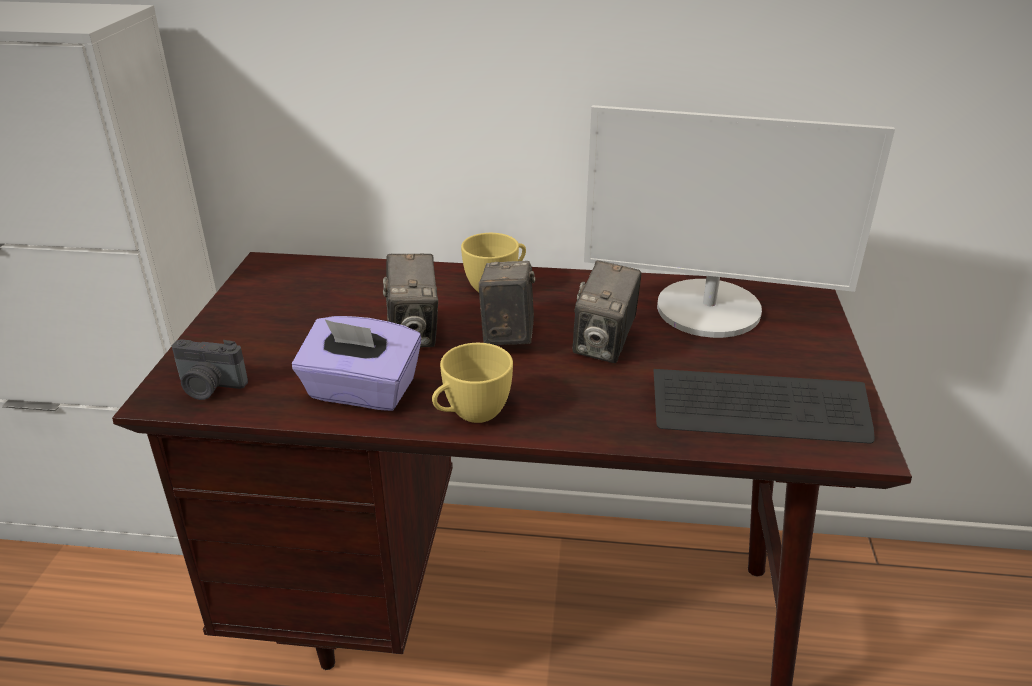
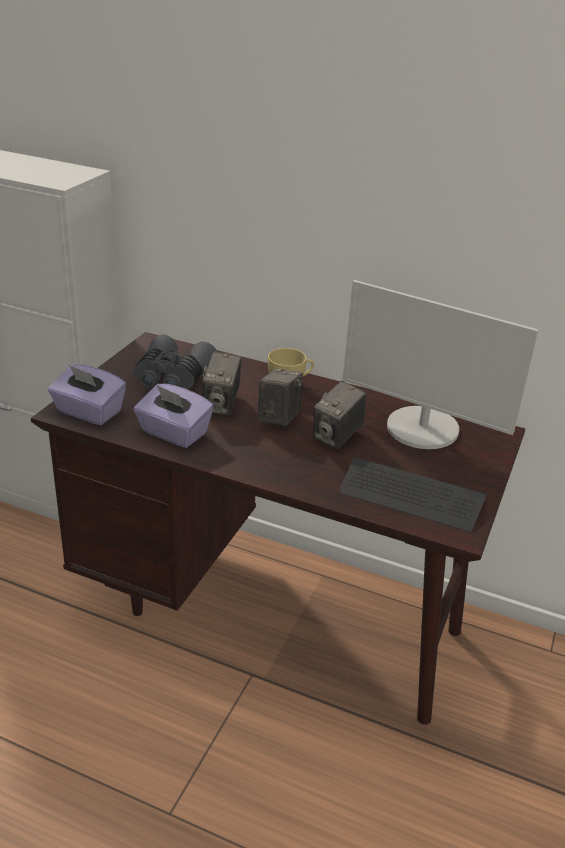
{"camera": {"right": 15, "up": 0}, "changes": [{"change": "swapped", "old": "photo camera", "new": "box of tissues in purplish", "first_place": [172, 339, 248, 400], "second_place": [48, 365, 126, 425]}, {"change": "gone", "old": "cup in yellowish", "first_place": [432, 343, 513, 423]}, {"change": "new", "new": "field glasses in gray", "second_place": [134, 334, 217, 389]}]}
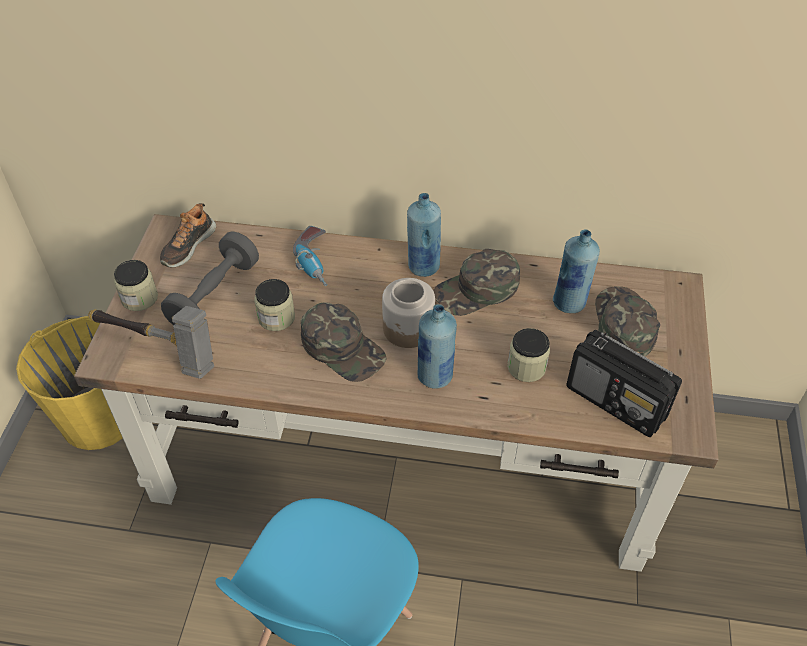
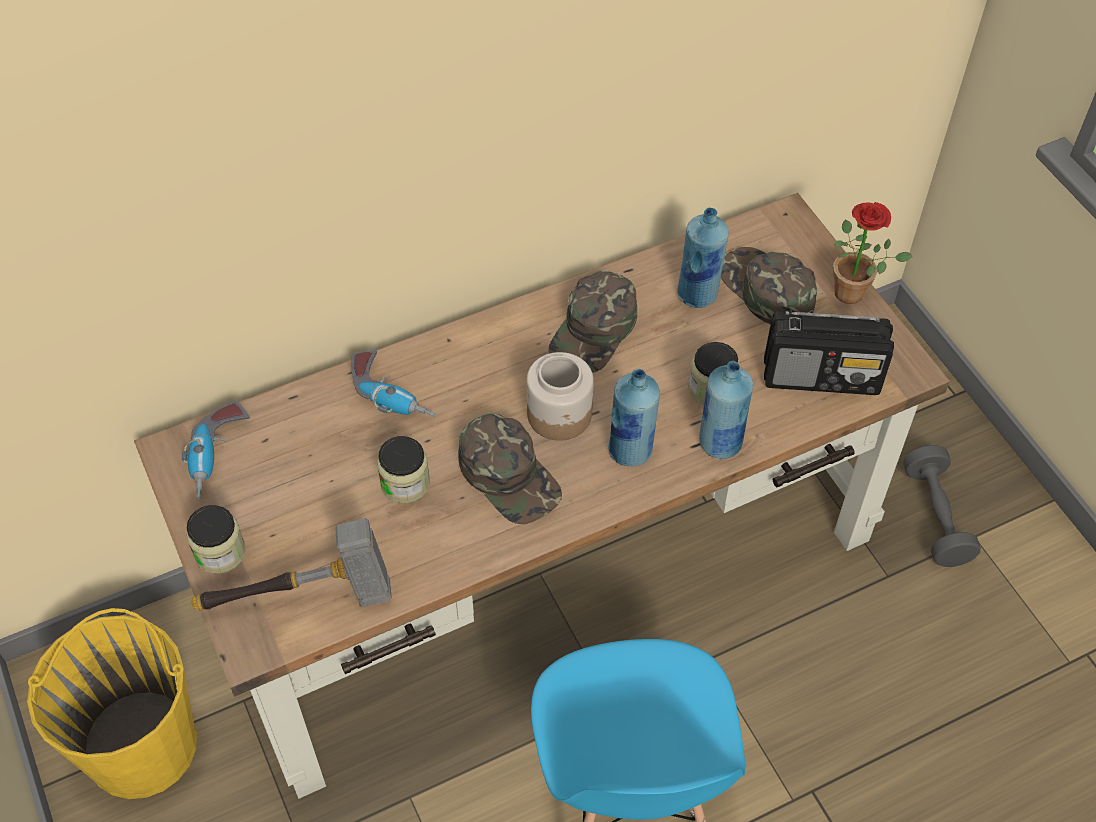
{"camera": {"right": -35, "up": 5}, "changes": [{"change": "shifted", "old": "beverage bottle in bluish", "first_place": [407, 193, 441, 277], "second_place": [699, 361, 753, 459]}, {"change": "swapped", "old": "shoe", "new": "electric drill", "first_place": [160, 203, 216, 267], "second_place": [182, 401, 250, 499]}, {"change": "shifted", "old": "hand weight in gray", "first_place": [161, 231, 259, 325], "second_place": [903, 445, 981, 567]}, {"change": "rotated", "old": "baseball cap in greenish", "first_place": [301, 302, 387, 382], "second_place": [458, 414, 562, 524], "degrees": 45}, {"change": "new", "new": "potted plant", "second_place": [833, 202, 913, 304]}]}
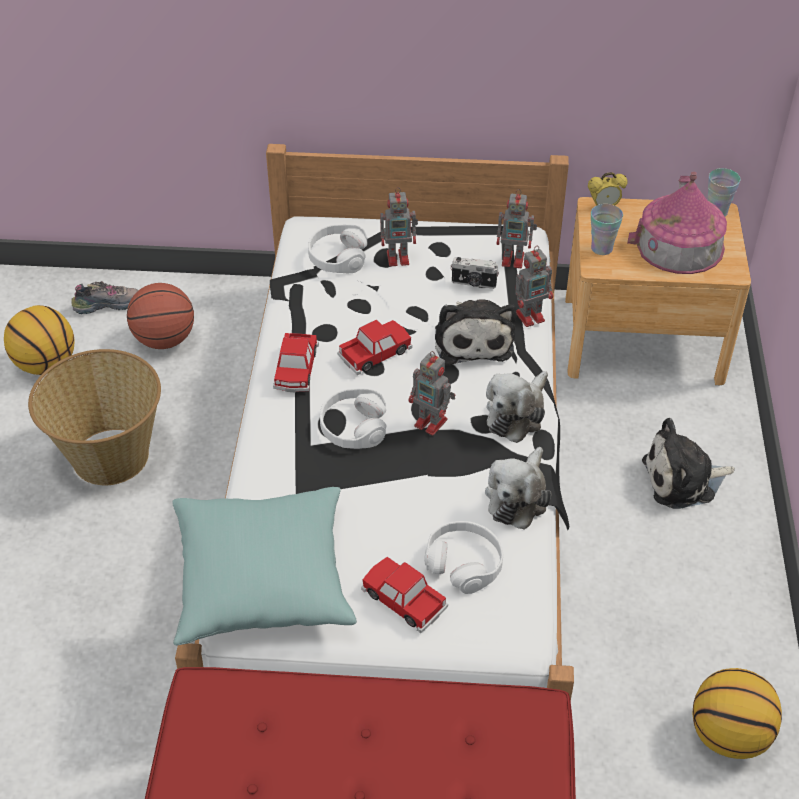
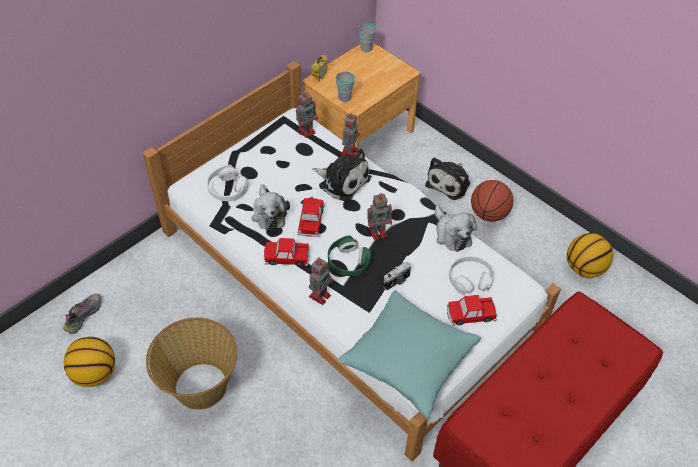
{"camera": {"right": -50, "up": 5}, "changes": [{"change": "gone", "old": "model house", "first_place": [627, 172, 727, 274]}, {"change": "shifted", "old": "toy robot", "first_place": [380, 187, 418, 266], "second_place": [309, 257, 333, 305]}, {"change": "shifted", "old": "photo camera", "first_place": [451, 257, 499, 289], "second_place": [383, 261, 411, 290]}, {"change": "shifted", "old": "basketball ball", "first_place": [127, 283, 194, 349], "second_place": [471, 180, 514, 222]}, {"change": "rotated", "old": "toy car", "first_place": [273, 333, 319, 393], "second_place": [264, 238, 310, 266], "degrees": 135}, {"change": "shifted", "old": "cuddly toy", "first_place": [486, 371, 548, 443], "second_place": [251, 184, 290, 231]}, {"change": "repainted", "old": "headphones in white-coloured", "new": "headphones in greenish", "first_place": [320, 388, 386, 449], "second_place": [328, 235, 372, 276]}]}
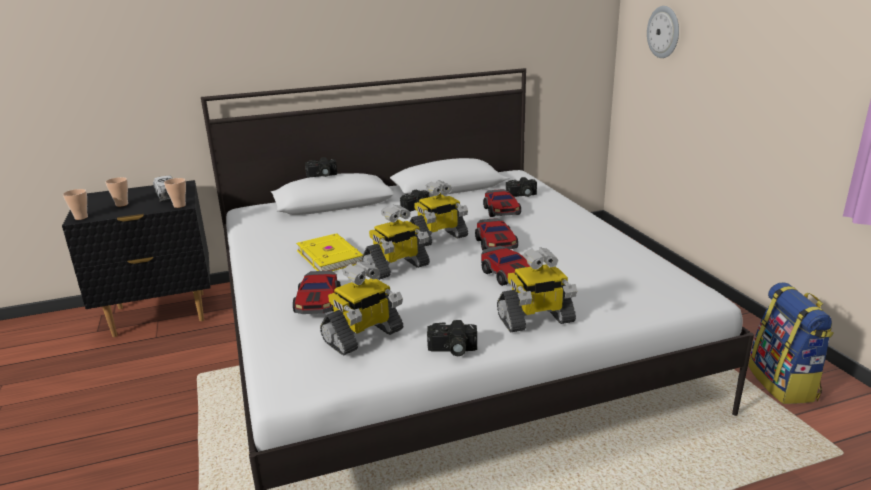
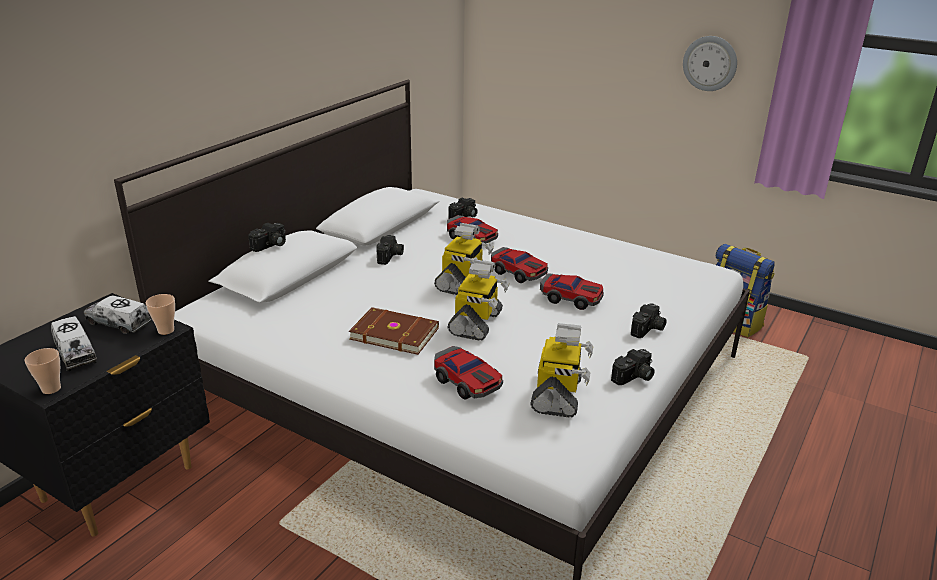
{"camera": {"right": -40, "up": 5}, "changes": [{"change": "shifted", "old": "clock on the wall", "first_place": [647, 6, 679, 58], "second_place": [683, 36, 737, 91]}, {"change": "swapped", "old": "cup", "new": "model truck", "first_place": [105, 177, 128, 207], "second_place": [51, 316, 97, 371]}, {"change": "repainted", "old": "book in yellowish", "new": "book in brown", "first_place": [296, 233, 363, 271], "second_place": [349, 307, 439, 355]}, {"change": "swapped", "old": "toy robot", "new": "photo camera", "first_place": [497, 247, 577, 332], "second_place": [631, 303, 667, 338]}]}
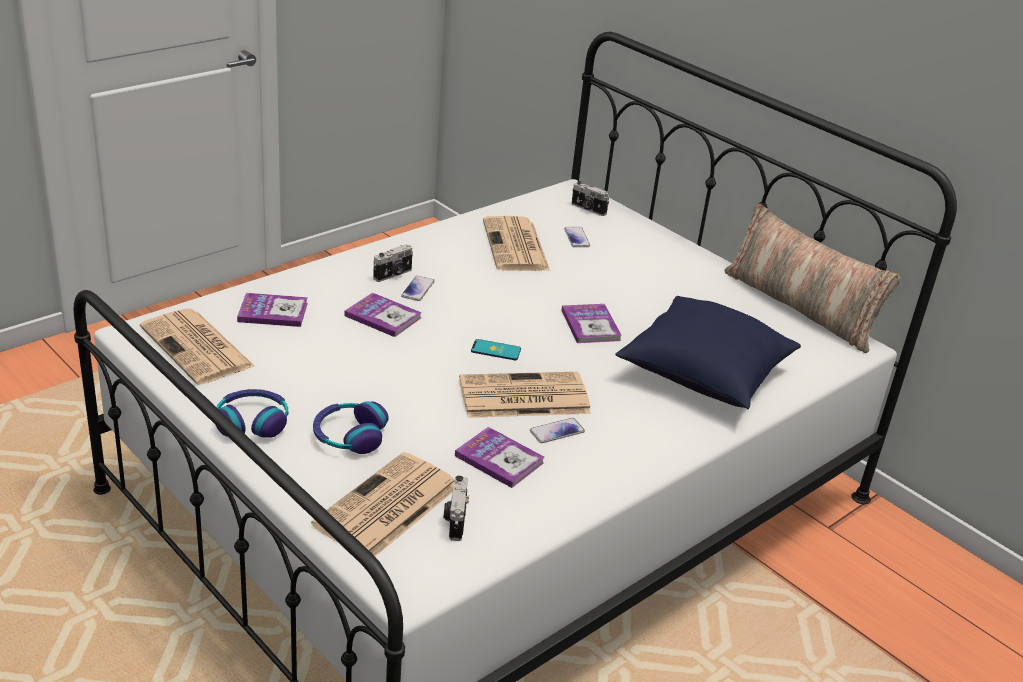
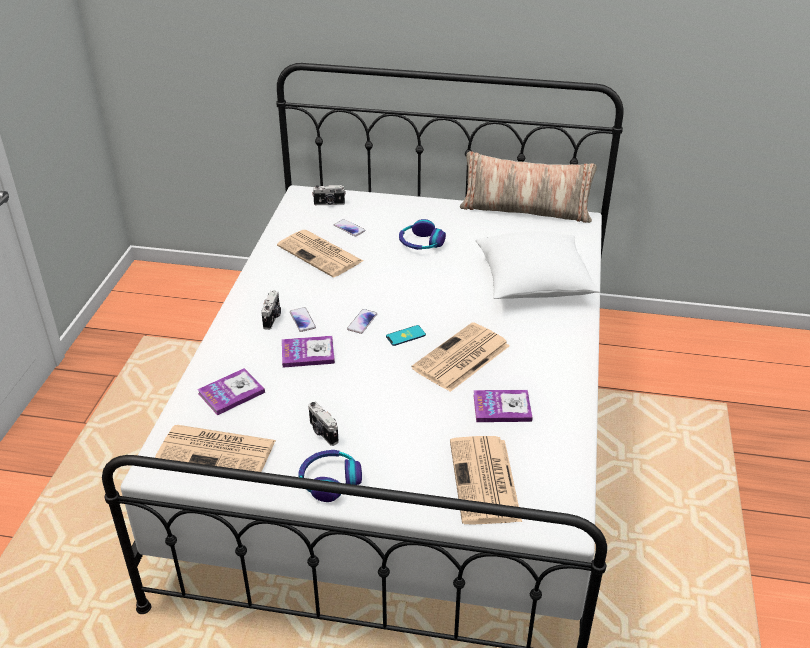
{"camera": {"right": -35, "up": 5}, "changes": [{"change": "repainted", "old": "throw pillow in bluish", "new": "throw pillow in white-coloured", "first_place": [615, 296, 801, 409], "second_place": [475, 231, 600, 299]}, {"change": "gone", "old": "book", "first_place": [561, 304, 622, 343]}, {"change": "shifted", "old": "headphones", "first_place": [313, 402, 389, 454], "second_place": [399, 219, 446, 250]}, {"change": "shifted", "old": "telephone", "first_place": [530, 418, 585, 443], "second_place": [347, 309, 377, 334]}, {"change": "shifted", "old": "photo camera", "first_place": [444, 475, 469, 541], "second_place": [308, 402, 339, 446]}]}
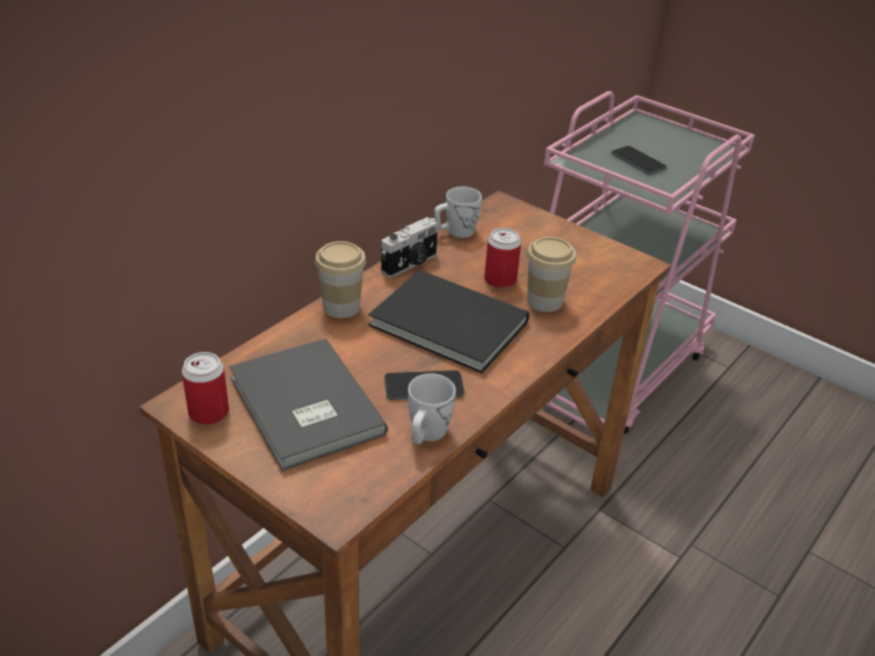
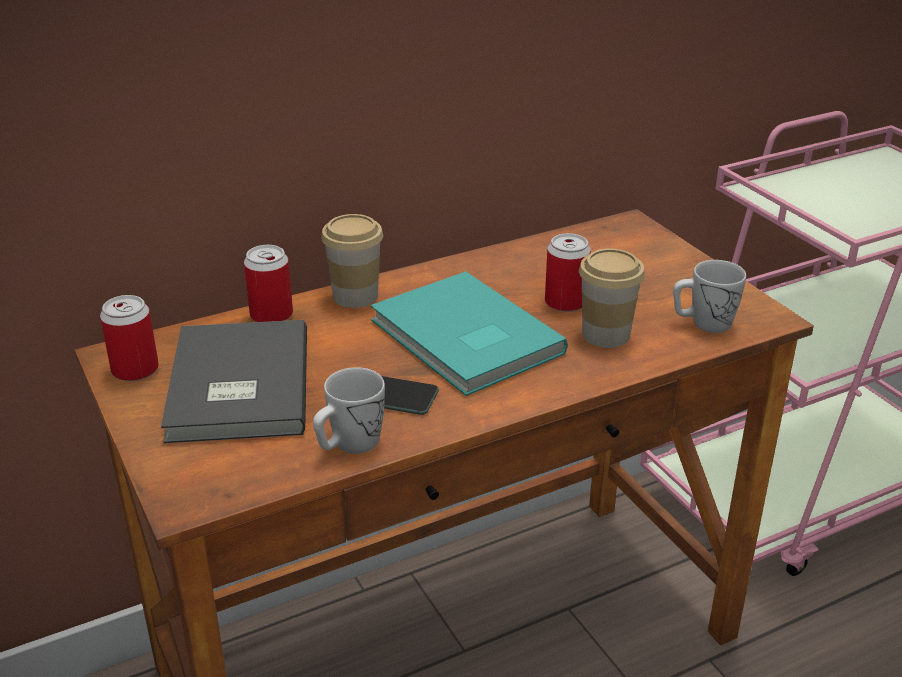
{"camera": {"right": 25, "up": -5}, "changes": [{"change": "gone", "old": "telephone", "first_place": [611, 146, 667, 175]}, {"change": "shifted", "old": "coffee mug in white-coloured", "first_place": [434, 187, 482, 238], "second_place": [673, 260, 746, 333]}, {"change": "gone", "old": "photo camera", "first_place": [381, 217, 438, 278]}, {"change": "repainted", "old": "book in black-coloured", "new": "book in turquoise", "first_place": [368, 270, 529, 373], "second_place": [370, 271, 568, 396]}, {"change": "new", "new": "metal can", "second_place": [244, 245, 293, 322]}]}
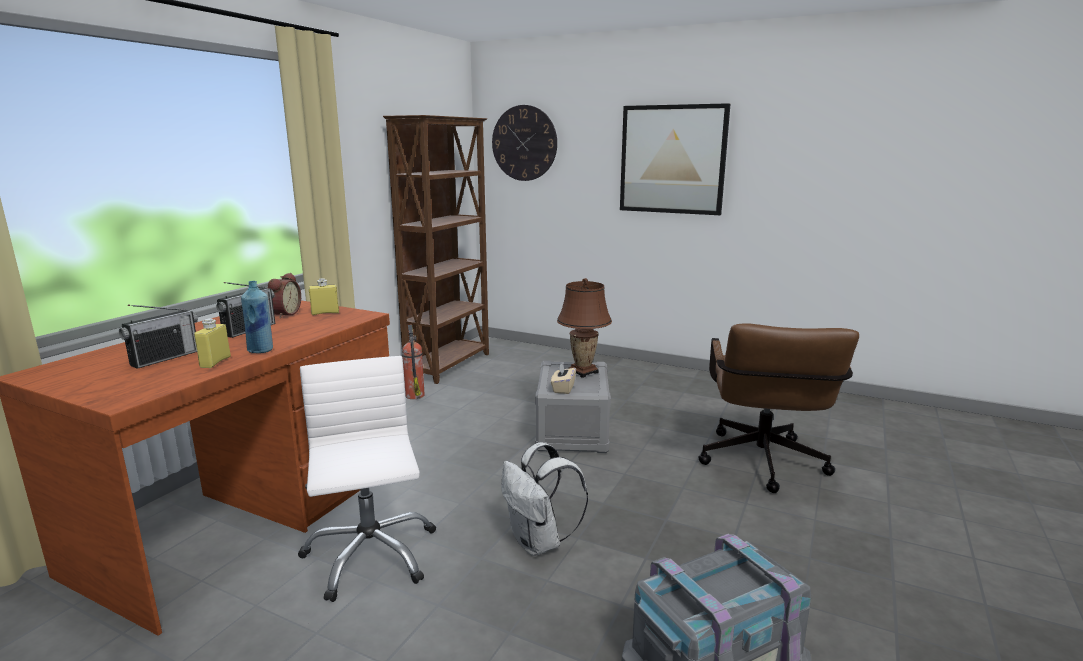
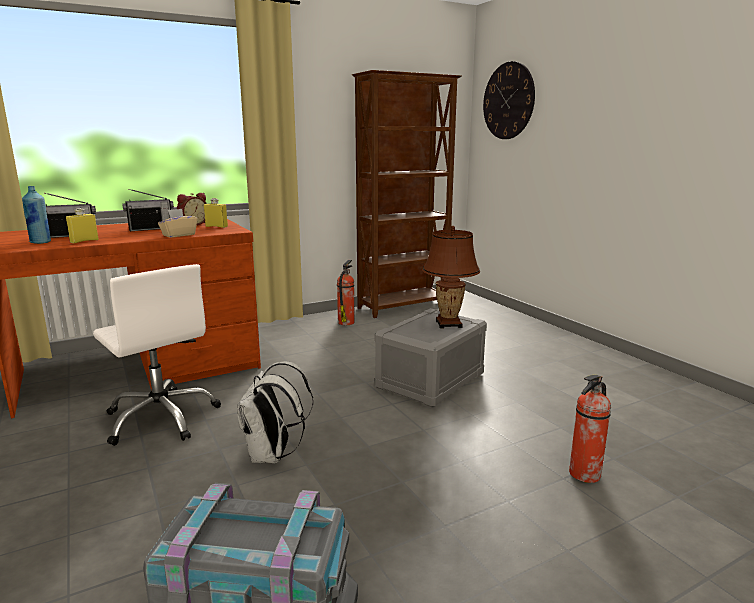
{"camera": {"right": 35, "up": 0}, "changes": [{"change": "gone", "old": "wall art", "first_place": [620, 103, 730, 215]}, {"change": "shifted", "old": "beverage bottle in bluish", "first_place": [241, 281, 273, 353], "second_place": [22, 186, 51, 244]}, {"change": "swapped", "old": "computer chair in brown", "new": "extinguisher", "first_place": [698, 323, 859, 493], "second_place": [569, 375, 611, 483]}, {"change": "rotated", "old": "computer chair in white-coloured", "first_place": [298, 356, 436, 602], "second_place": [93, 264, 221, 446], "degrees": 120}, {"change": "shifted", "old": "box of tissues in beige-coloured", "first_place": [551, 363, 576, 394], "second_place": [158, 209, 197, 238]}]}
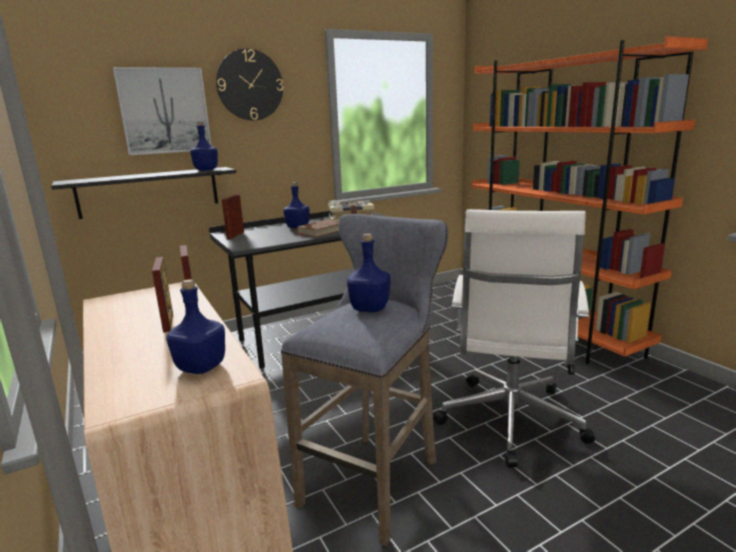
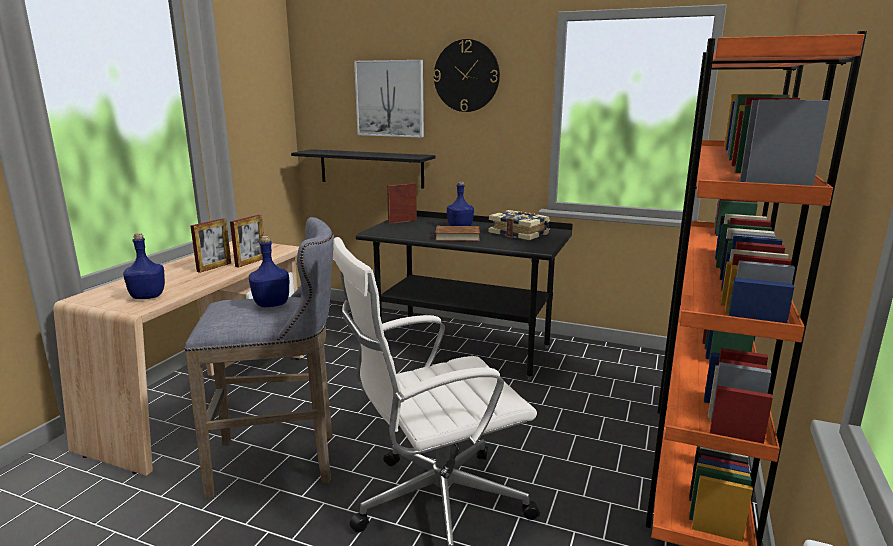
{"camera": {"right": 50, "up": 0}, "changes": [{"change": "gone", "old": "beverage bottle in bluish", "first_place": [190, 122, 218, 170]}]}
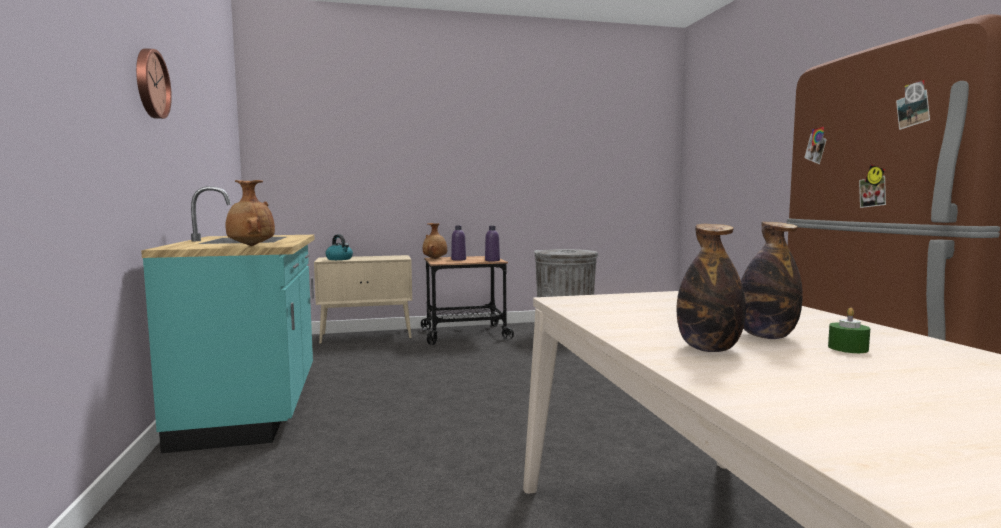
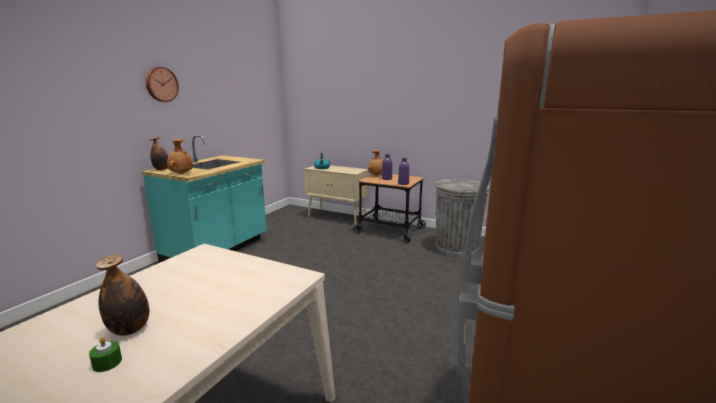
{"camera": {"right": 40, "up": 10}, "changes": [{"change": "shifted", "old": "beverage bottle", "first_place": [676, 224, 746, 352], "second_place": [150, 137, 168, 170]}]}
